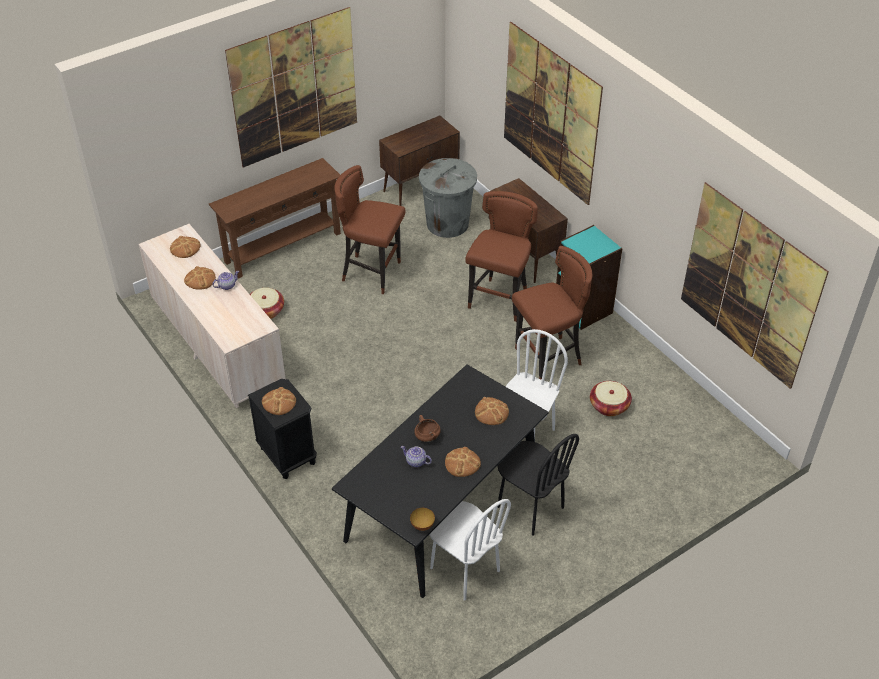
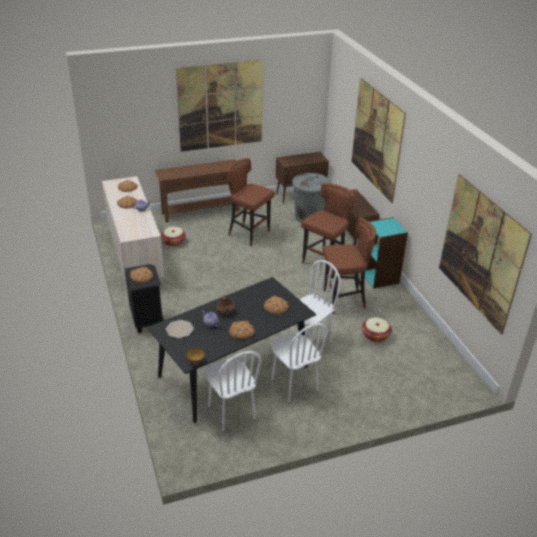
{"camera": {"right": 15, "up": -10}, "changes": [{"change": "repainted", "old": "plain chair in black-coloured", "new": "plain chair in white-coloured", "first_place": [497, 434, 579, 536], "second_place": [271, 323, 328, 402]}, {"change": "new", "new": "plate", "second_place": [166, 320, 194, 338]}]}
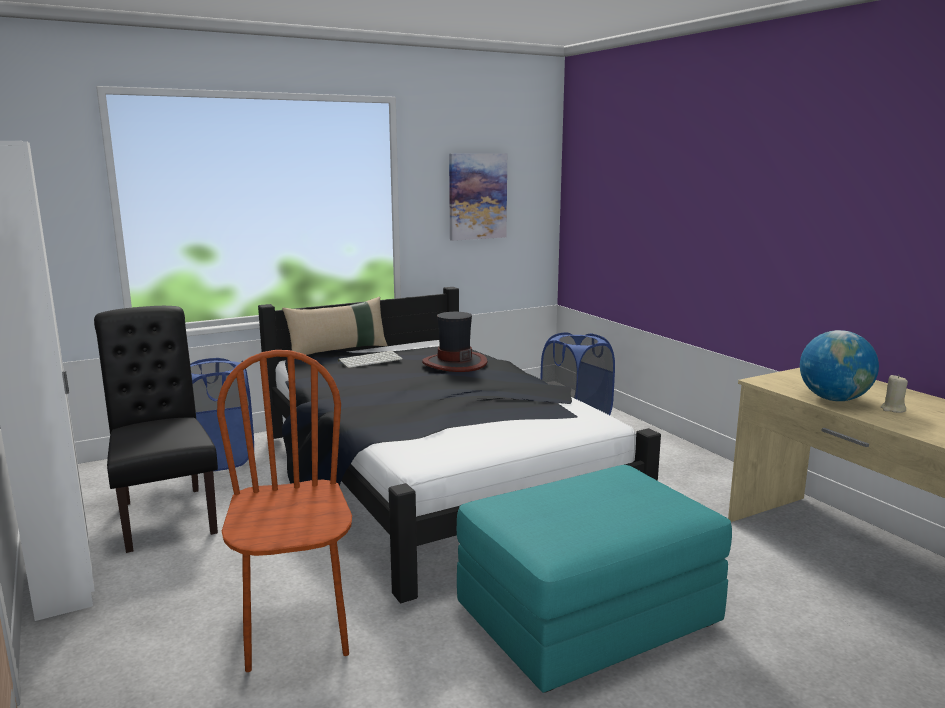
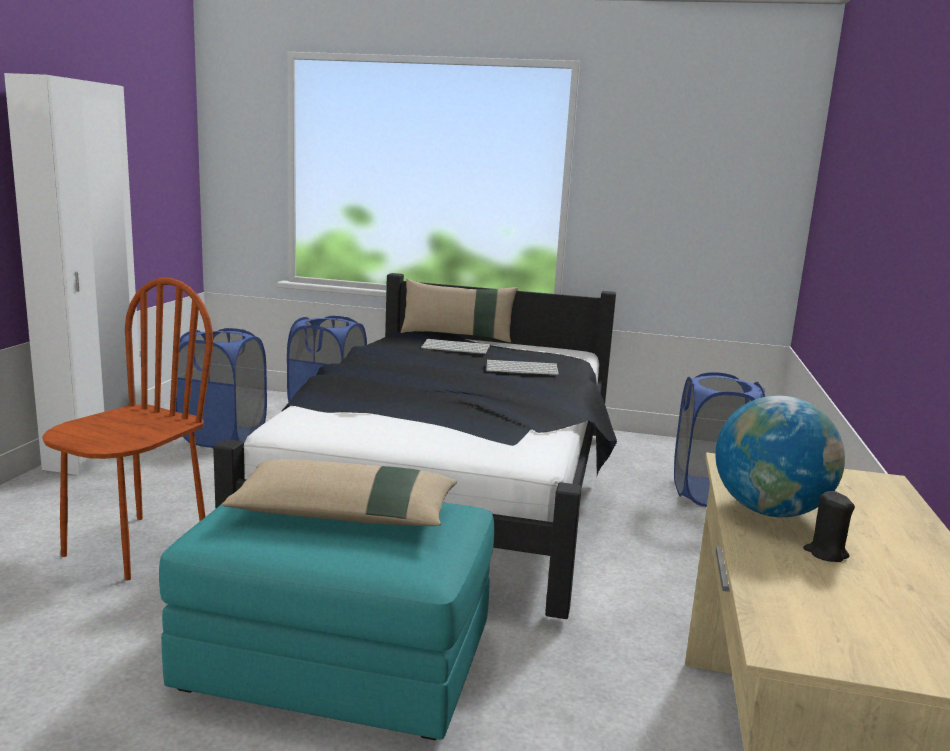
{"camera": {"right": 40, "up": 0}, "changes": [{"change": "gone", "old": "wall art", "first_place": [449, 153, 507, 241]}, {"change": "swapped", "old": "plain chair in black-coloured", "new": "hamper in bluish", "first_place": [94, 306, 218, 553], "second_place": [175, 328, 267, 448]}, {"change": "swapped", "old": "hat", "new": "computer keyboard", "first_place": [422, 312, 487, 372], "second_place": [486, 360, 559, 375]}, {"change": "repainted", "old": "candle in beige-coloured", "new": "candle in black-coloured", "first_place": [881, 375, 908, 413], "second_place": [803, 491, 855, 562]}, {"change": "new", "new": "throw pillow in beige-coloured", "second_place": [222, 459, 457, 526]}]}
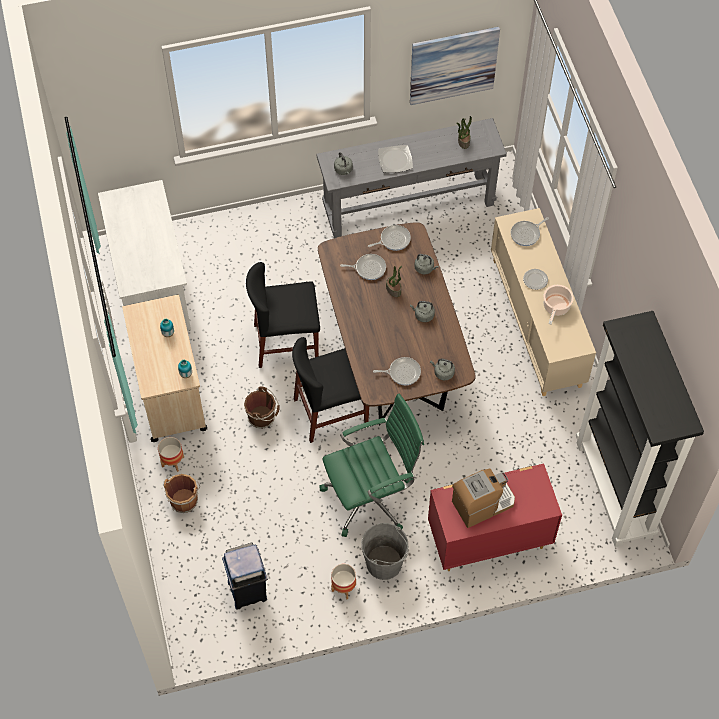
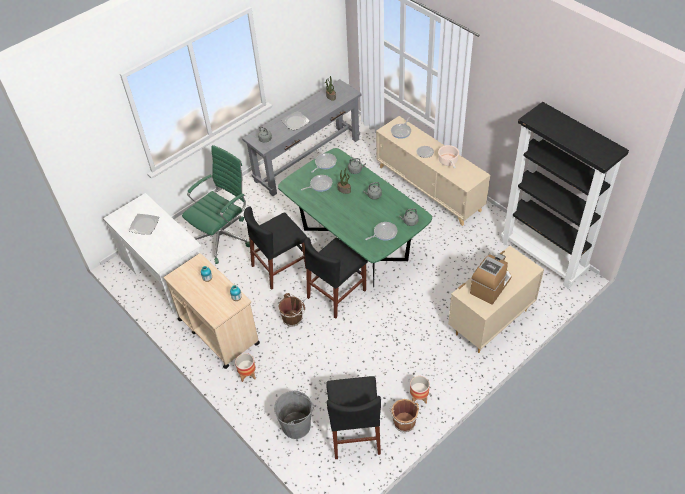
{"camera": {"right": -25, "up": -10}, "changes": [{"change": "gone", "old": "wall art", "first_place": [410, 27, 500, 105]}, {"change": "repainted", "old": "dining table in brown", "new": "dining table in greenish", "first_place": [318, 222, 476, 425], "second_place": [278, 148, 432, 288]}, {"change": "shifted", "old": "computer chair in greenish", "first_place": [319, 393, 424, 537], "second_place": [182, 145, 250, 264]}, {"change": "repainted", "old": "drawer chest in reddish", "new": "drawer chest in beige-coloured", "first_place": [428, 463, 562, 571], "second_place": [448, 246, 544, 353]}, {"change": "shifted", "old": "bucket in brown", "first_place": [164, 474, 200, 513], "second_place": [390, 399, 419, 432]}, {"change": "shifted", "old": "bucket in gray", "first_place": [361, 523, 409, 580], "second_place": [274, 390, 313, 439]}, {"change": "swapped", "old": "trash can in bluish", "new": "plain chair in black-coloured", "first_place": [222, 543, 268, 610], "second_place": [326, 376, 381, 459]}, {"change": "new", "new": "plate", "second_place": [129, 214, 159, 234]}]}
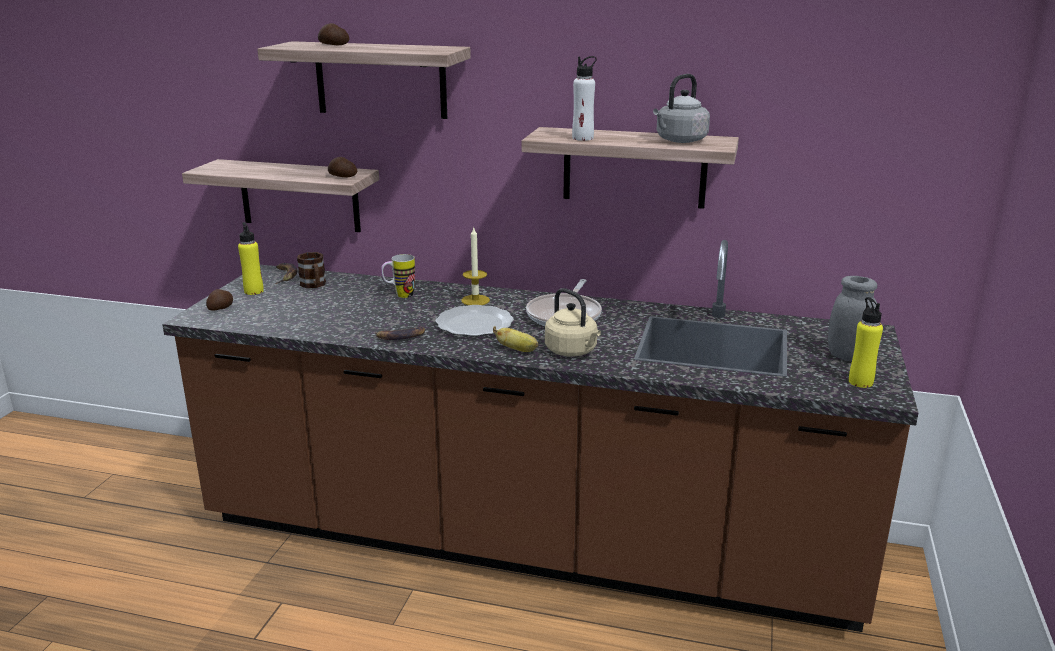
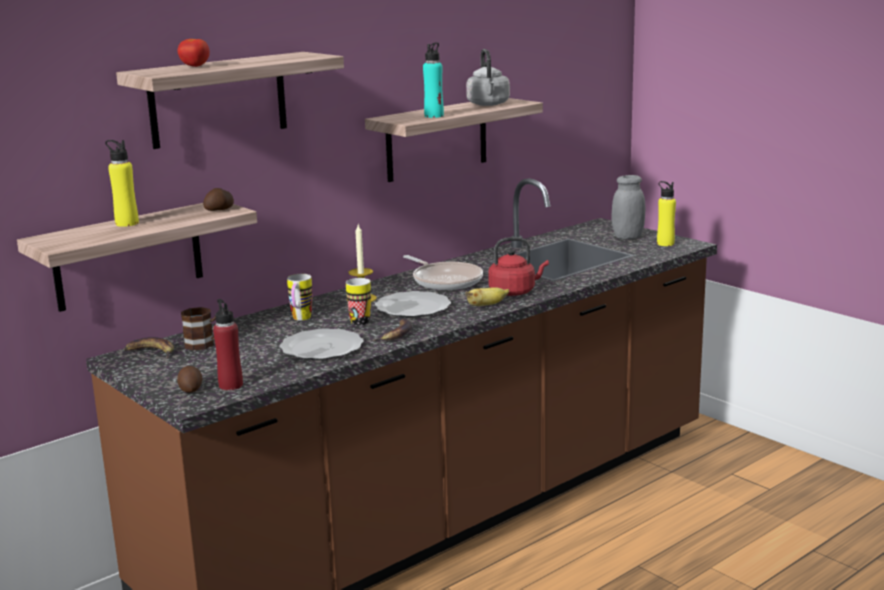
{"camera": {"right": -55, "up": -5}, "changes": [{"change": "swapped", "old": "whole potato", "new": "whole tomato", "first_place": [318, 23, 349, 45], "second_place": [178, 39, 210, 67]}, {"change": "repainted", "old": "beverage bottle in white-coloured", "new": "beverage bottle in turquoise", "first_place": [572, 56, 597, 141], "second_place": [423, 42, 444, 118]}, {"change": "shifted", "old": "beverage bottle in yellowish", "first_place": [238, 222, 264, 295], "second_place": [105, 140, 139, 227]}, {"change": "repainted", "old": "kettle in beige-coloured", "new": "kettle in reddish", "first_place": [545, 288, 601, 356], "second_place": [488, 237, 549, 296]}, {"change": "new", "new": "coffee mug", "second_place": [346, 278, 371, 326]}, {"change": "new", "new": "beverage bottle in reddish", "second_place": [213, 299, 243, 390]}, {"change": "new", "new": "plate", "second_place": [280, 328, 364, 360]}]}
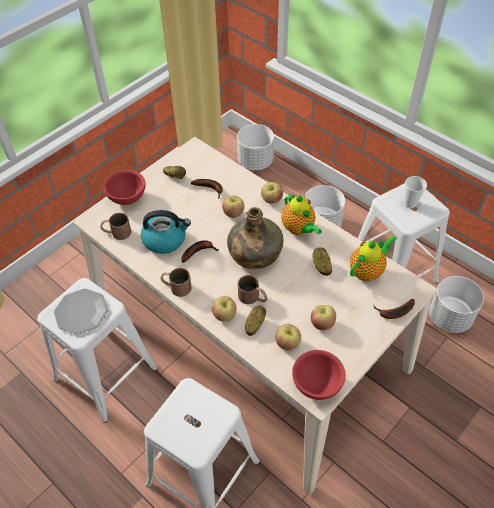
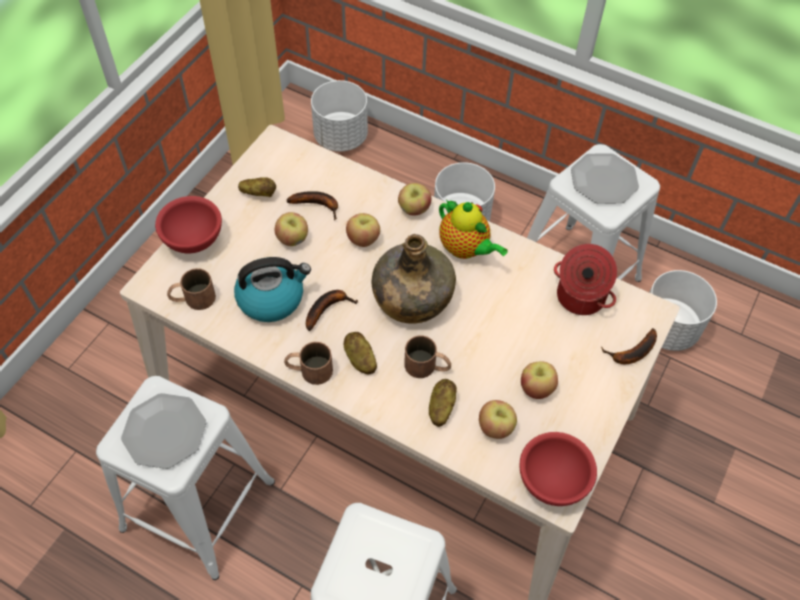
{"camera": {"right": -15, "up": 5}, "changes": [{"change": "swapped", "old": "cup", "new": "plate", "first_place": [404, 176, 427, 208], "second_place": [571, 153, 639, 204]}, {"change": "swapped", "old": "pot for tea", "new": "cooking pot", "first_place": [350, 235, 397, 281], "second_place": [554, 244, 617, 315]}, {"change": "shifted", "old": "whole potato", "first_place": [312, 248, 332, 276], "second_place": [344, 332, 377, 374]}, {"change": "shifted", "old": "apple", "first_place": [212, 296, 237, 322], "second_place": [275, 212, 308, 246]}]}
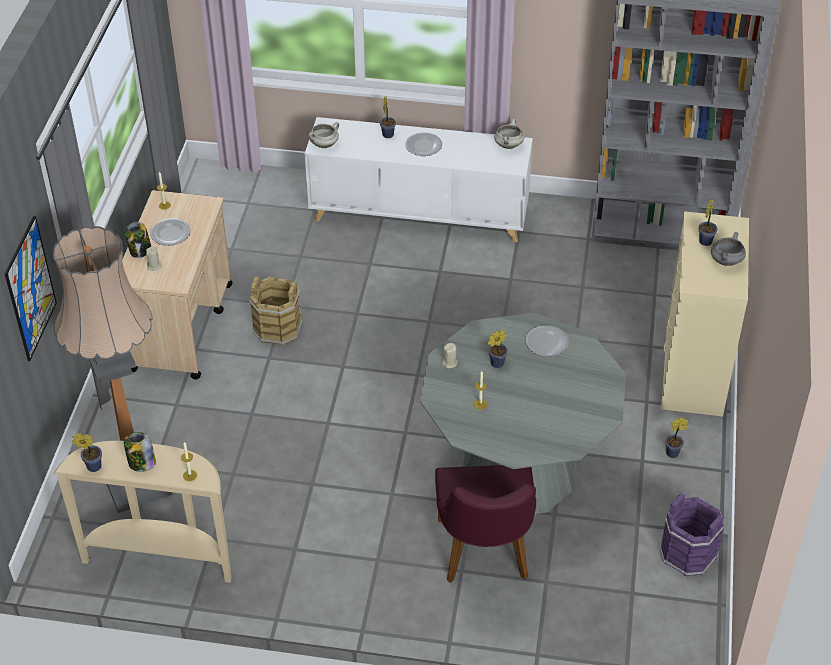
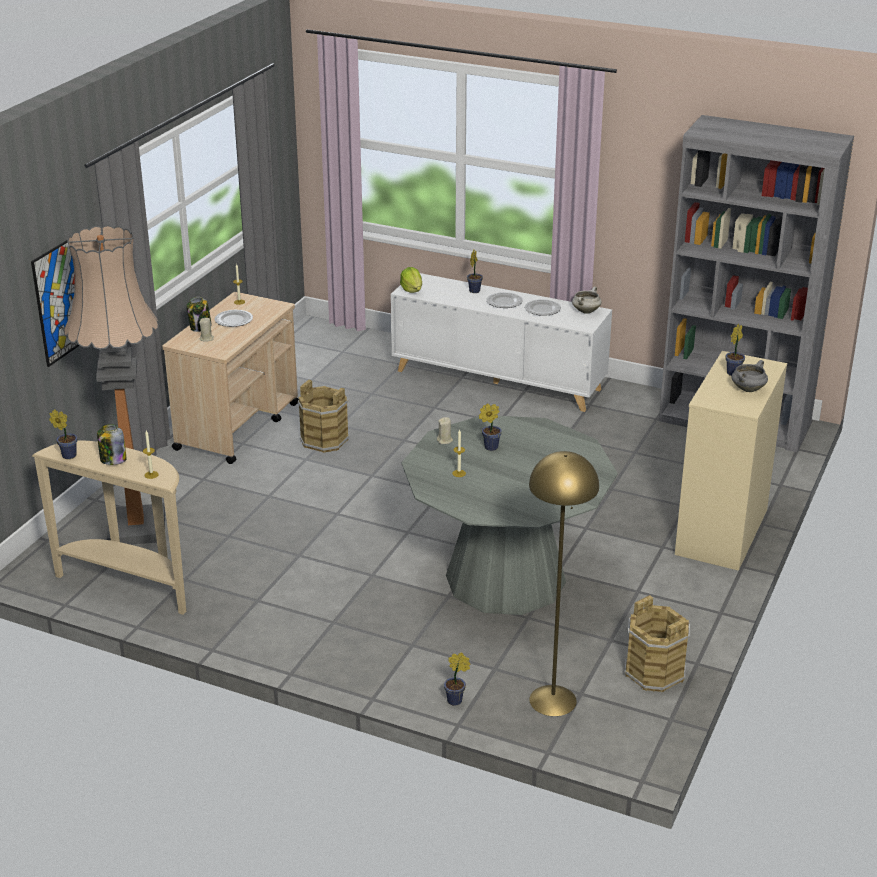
{"camera": {"right": 15, "up": -15}, "changes": [{"change": "swapped", "old": "cooking pot in white-coloured", "new": "lettuce head", "first_place": [308, 122, 339, 148], "second_place": [400, 267, 422, 293]}, {"change": "shifted", "old": "plate", "first_place": [526, 325, 569, 357], "second_place": [524, 299, 561, 316]}, {"change": "shifted", "old": "potted plant", "first_place": [665, 417, 688, 458], "second_place": [444, 653, 471, 706]}, {"change": "gone", "old": "plain chair in purplish", "first_place": [435, 465, 536, 583]}, {"change": "repainted", "old": "bucket in purplish", "new": "bucket in brown", "first_place": [660, 493, 725, 577], "second_place": [624, 595, 690, 692]}, {"change": "new", "new": "standard lamp in yellowish", "second_place": [529, 451, 599, 716]}]}
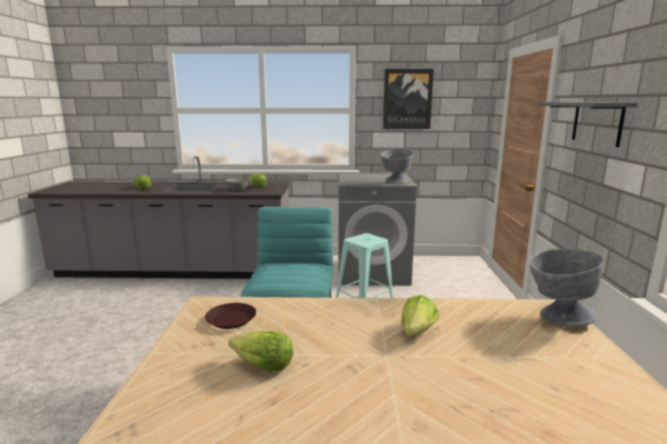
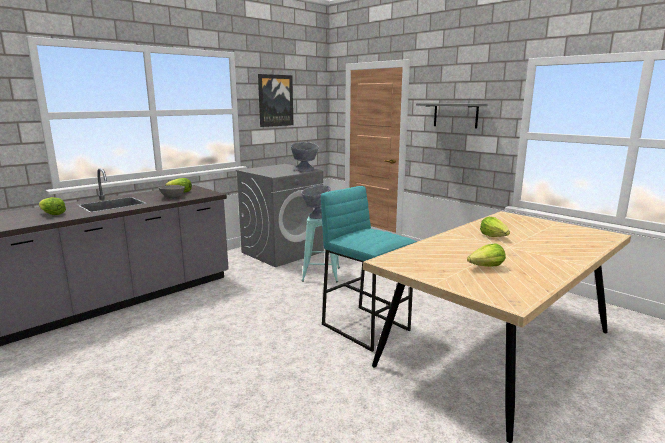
{"camera": {"right": -45, "up": 0}, "changes": [{"change": "shifted", "old": "bowl in gray", "first_place": [529, 249, 604, 327], "second_place": [301, 185, 330, 219]}, {"change": "gone", "old": "plate in brown", "first_place": [205, 303, 256, 329]}]}
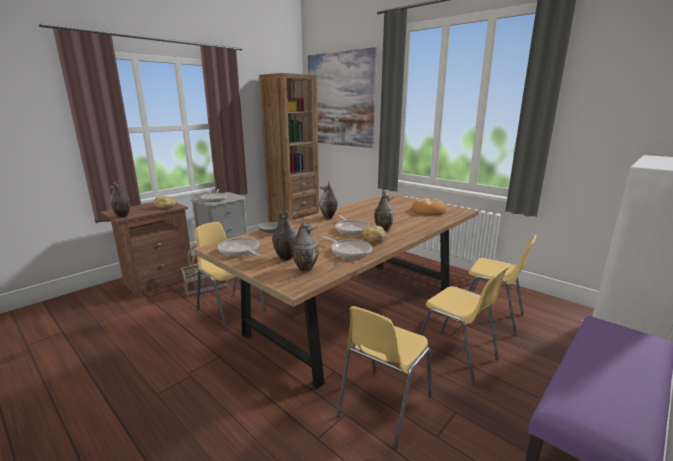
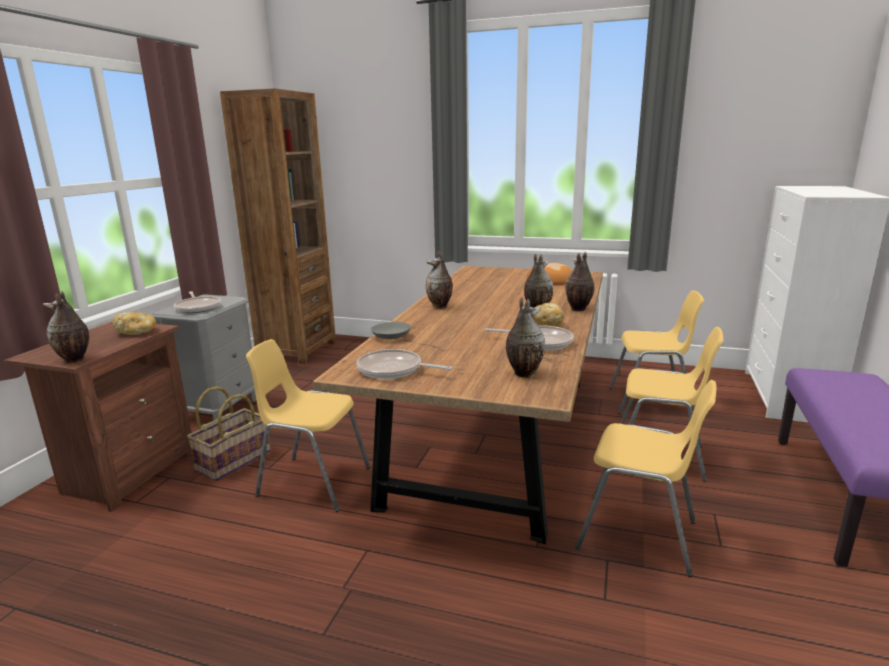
{"camera": {"right": -25, "up": 0}, "changes": [{"change": "gone", "old": "wall art", "first_place": [308, 47, 377, 148]}, {"change": "shifted", "old": "decorative vase", "first_place": [272, 210, 297, 261], "second_place": [565, 252, 595, 311]}, {"change": "gone", "old": "frying pan", "first_place": [335, 215, 370, 235]}, {"change": "rotated", "old": "plain chair in yellowish", "first_place": [337, 306, 432, 449], "second_place": [576, 380, 716, 577], "degrees": -75}]}
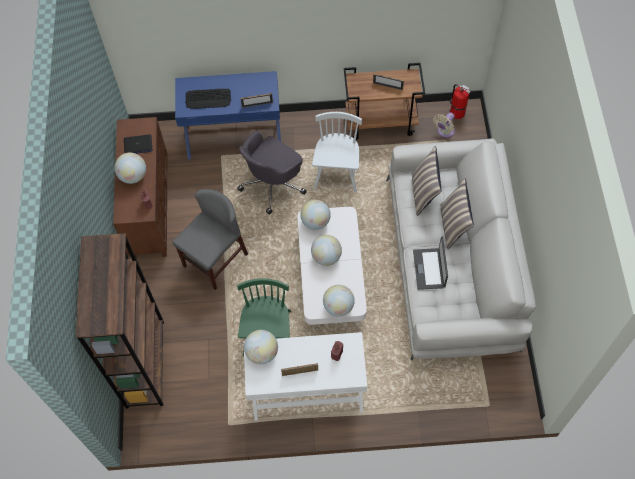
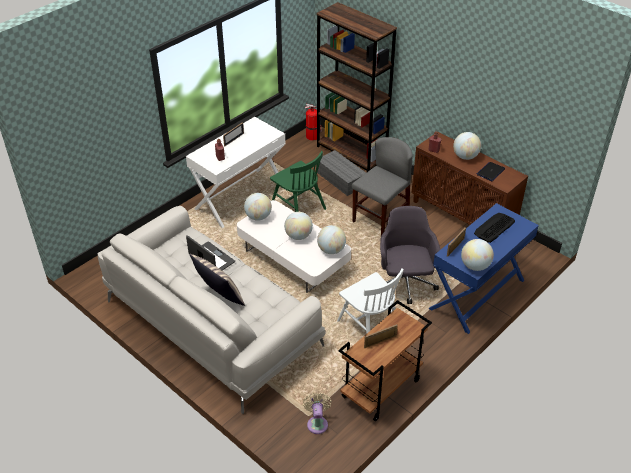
{"camera": {"right": 135, "up": -20}, "changes": [{"change": "shifted", "old": "extinguisher", "first_place": [450, 84, 470, 119], "second_place": [305, 104, 322, 141]}, {"change": "gone", "old": "throw pillow", "first_place": [412, 146, 441, 216]}, {"change": "rotated", "old": "plain chair in gray", "first_place": [172, 189, 248, 290], "second_place": [352, 137, 413, 236], "degrees": -135}, {"change": "shifted", "old": "desk globe", "first_place": [244, 330, 278, 364], "second_place": [461, 239, 494, 271]}, {"change": "new", "new": "storage container in gray", "second_place": [316, 150, 366, 196]}]}
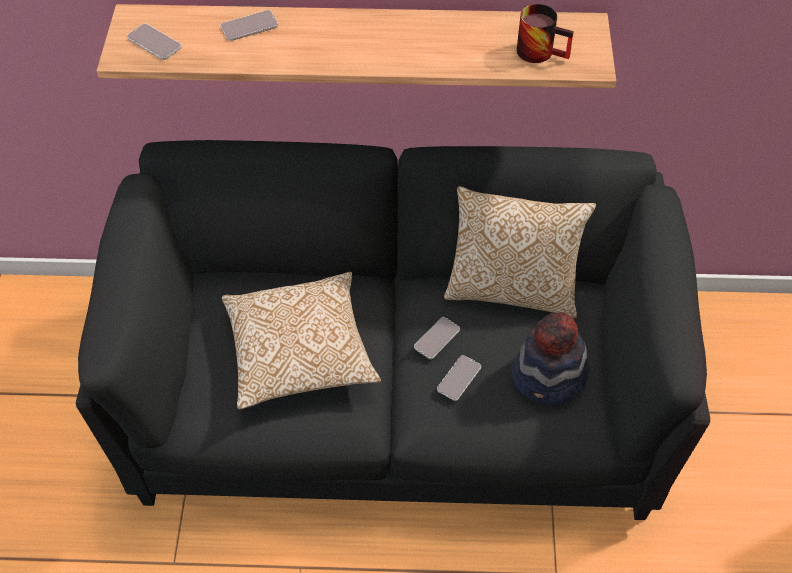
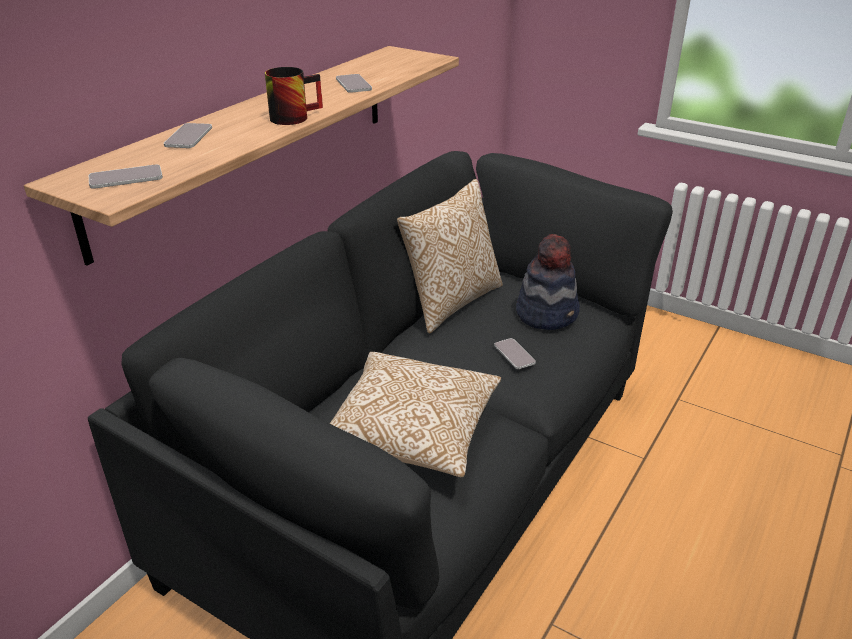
{"camera": {"right": -60, "up": -20}, "changes": [{"change": "shifted", "old": "coffee mug", "first_place": [517, 4, 574, 63], "second_place": [265, 67, 323, 125]}, {"change": "shifted", "old": "telephone", "first_place": [414, 317, 460, 359], "second_place": [336, 74, 372, 93]}]}
